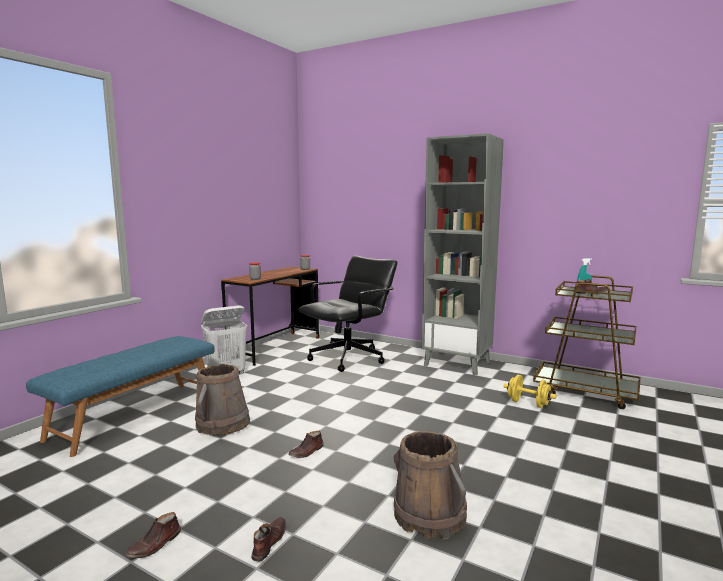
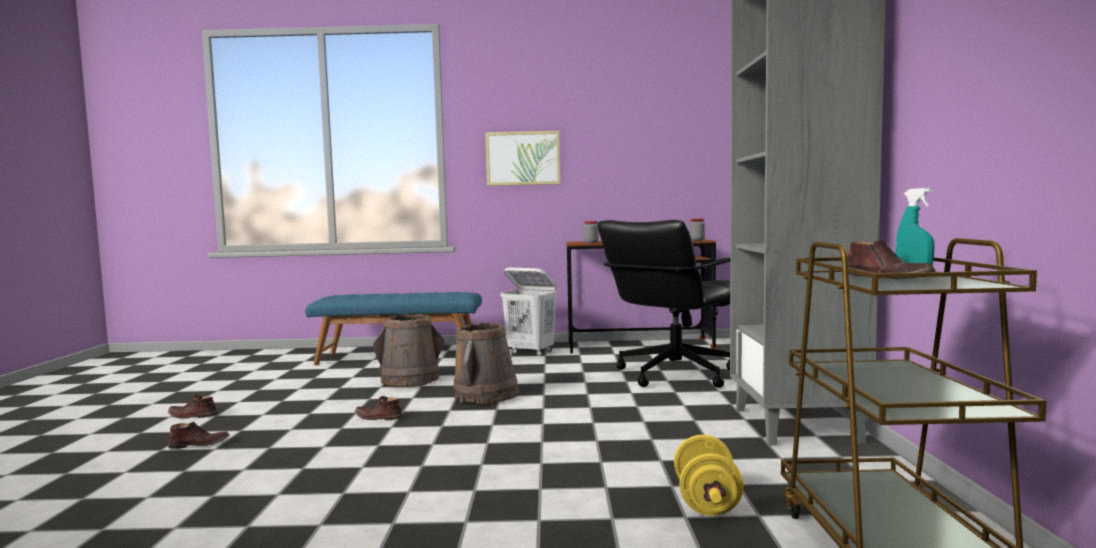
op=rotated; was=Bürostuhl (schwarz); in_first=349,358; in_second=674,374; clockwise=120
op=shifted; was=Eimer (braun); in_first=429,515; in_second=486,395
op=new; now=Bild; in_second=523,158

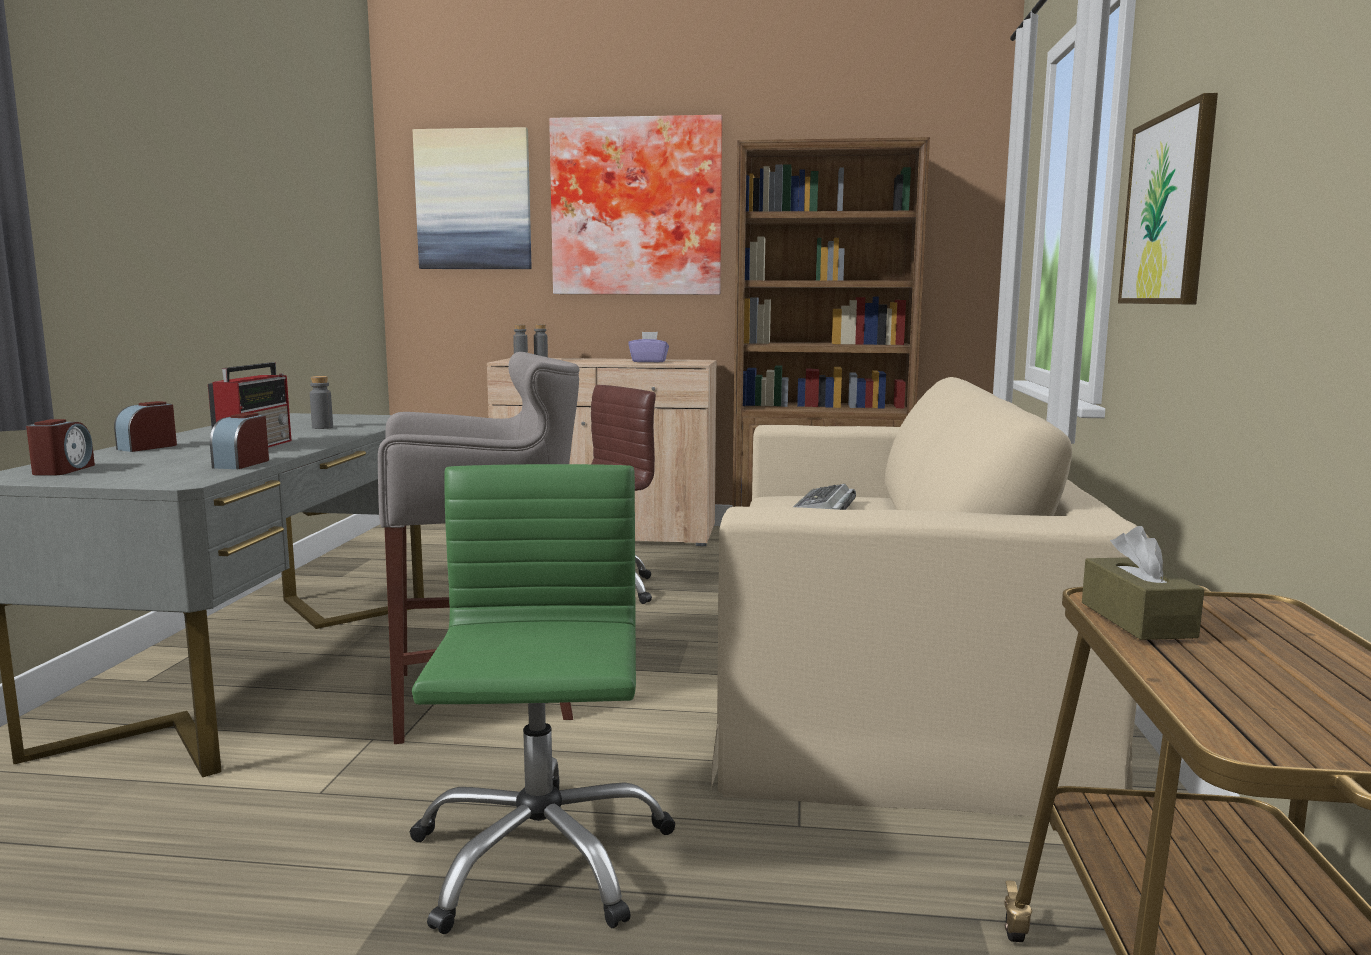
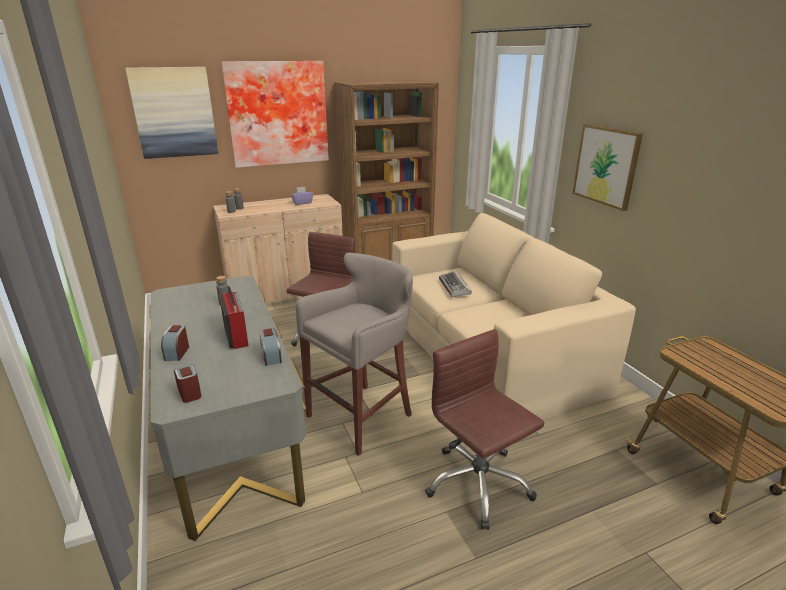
op=repainted; was=Bürostuhl (grün); now=Bürostuhl (braun); in_first=539,856; in_second=477,484
op=gone; was=Taschentuchbox (braun); in_first=1137,619

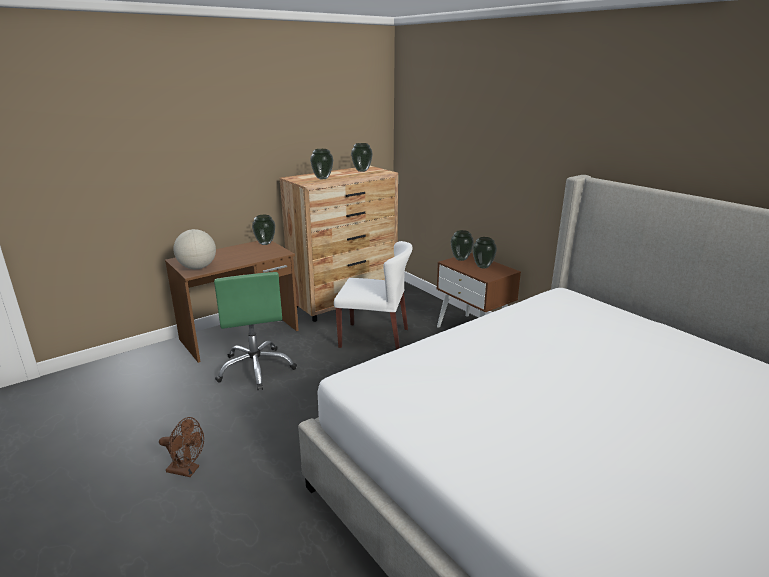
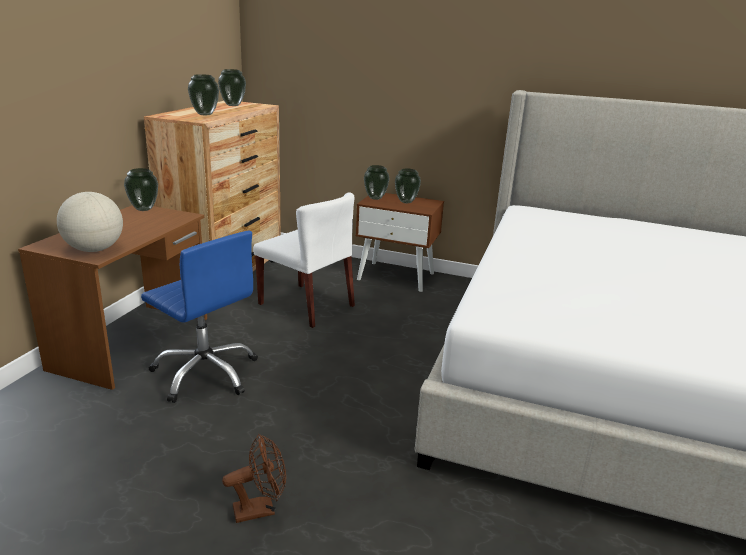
op=rotated; was=Stuhl (weiß); in_first=375,338; in_second=307,305; clockwise=60
op=repainted; was=Bürostuhl (grün); now=Bürostuhl (blau); in_first=256,368; in_second=206,373

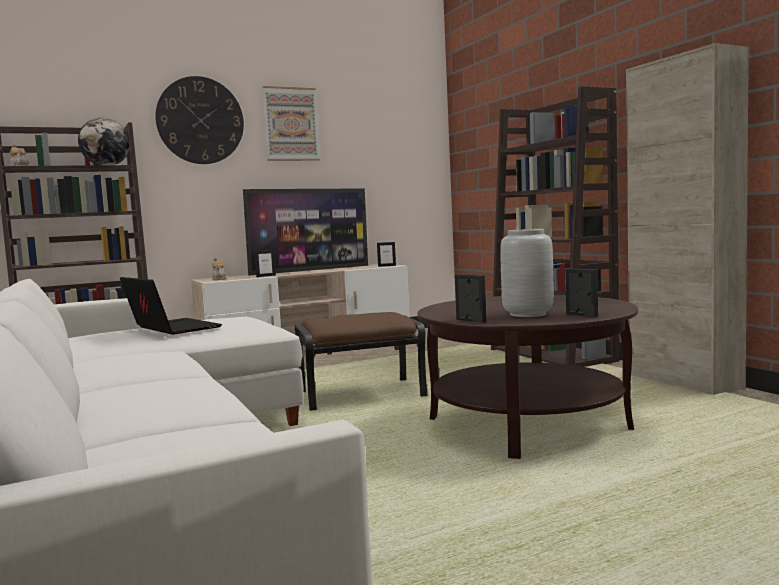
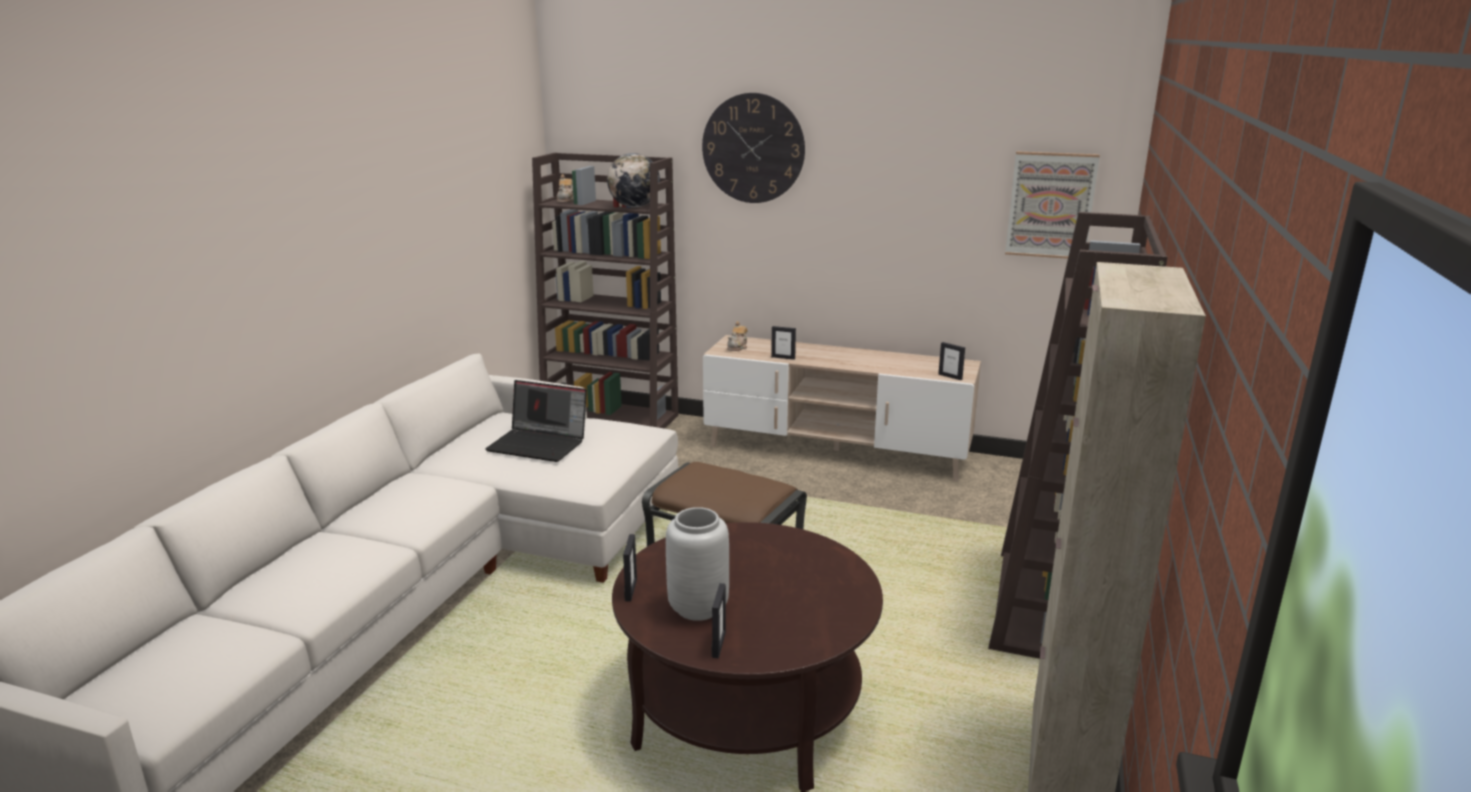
op=shifted; was=Bild; in_first=291,124; in_second=1050,205
op=gone; was=Fernseher; in_first=310,270
op=rotated; was=Laptop; in_first=171,328; in_second=540,444; clockwise=105

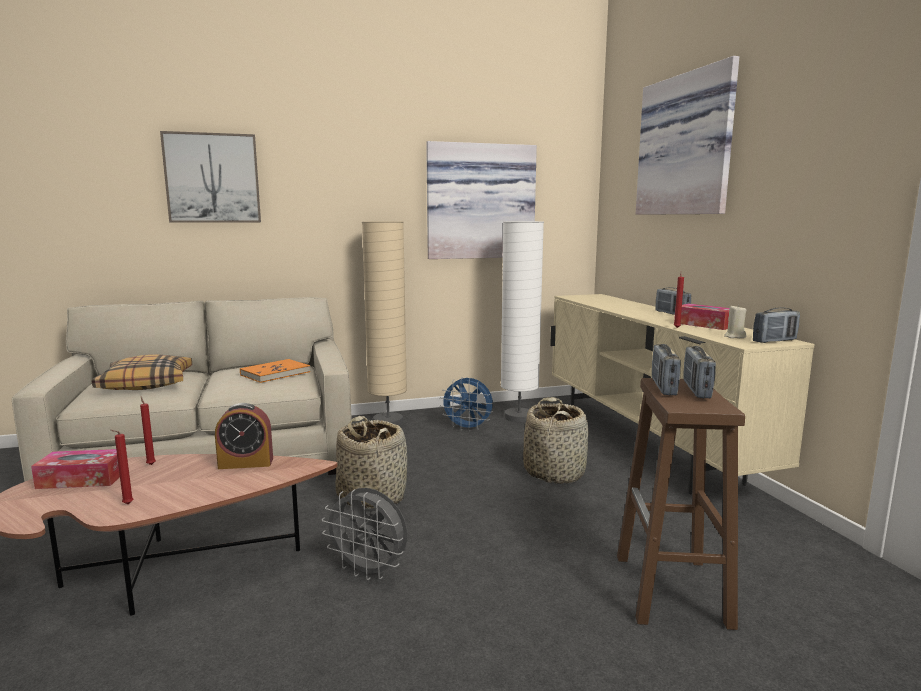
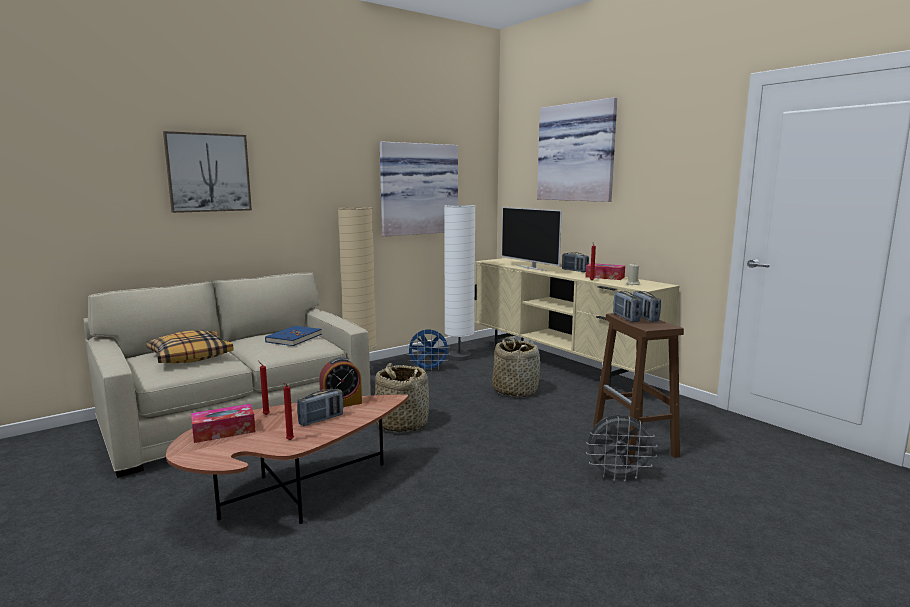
op=shifted; was=Radio; in_first=774,341; in_second=321,419
op=repainted; was=Buch (orange); now=Buch (blau); in_first=275,373; in_second=294,338
op=shifted; was=Ventilator (grau); in_first=369,571; in_second=618,476
op=new; now=Fernseher; in_second=531,268

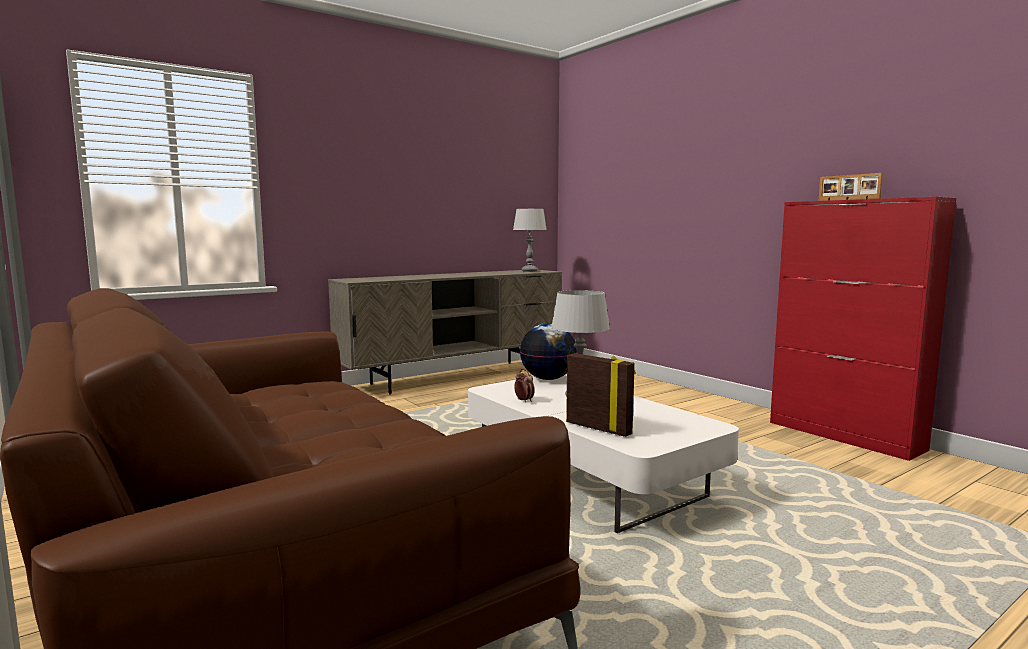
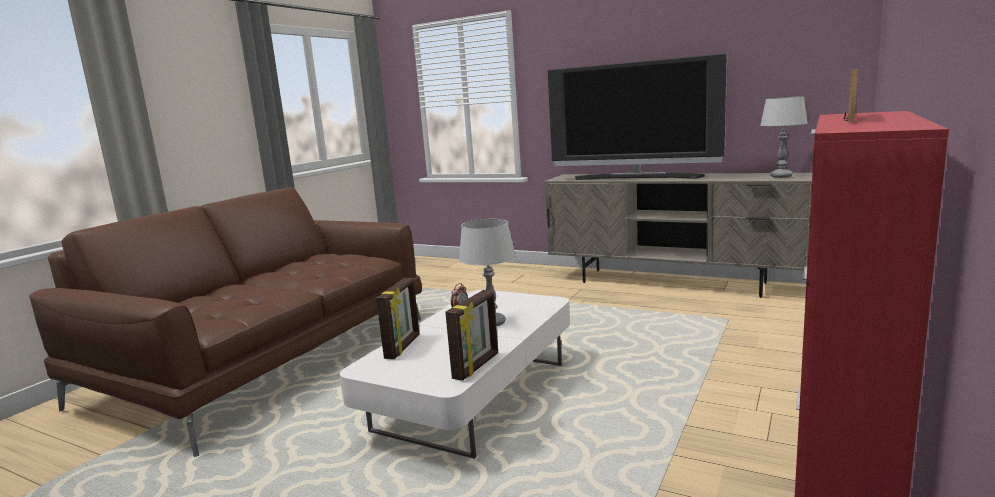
op=gone; was=Globus; in_first=548,379
op=new; now=Fernseher; in_second=636,177
op=new; now=Bilderrahmen; in_second=477,366

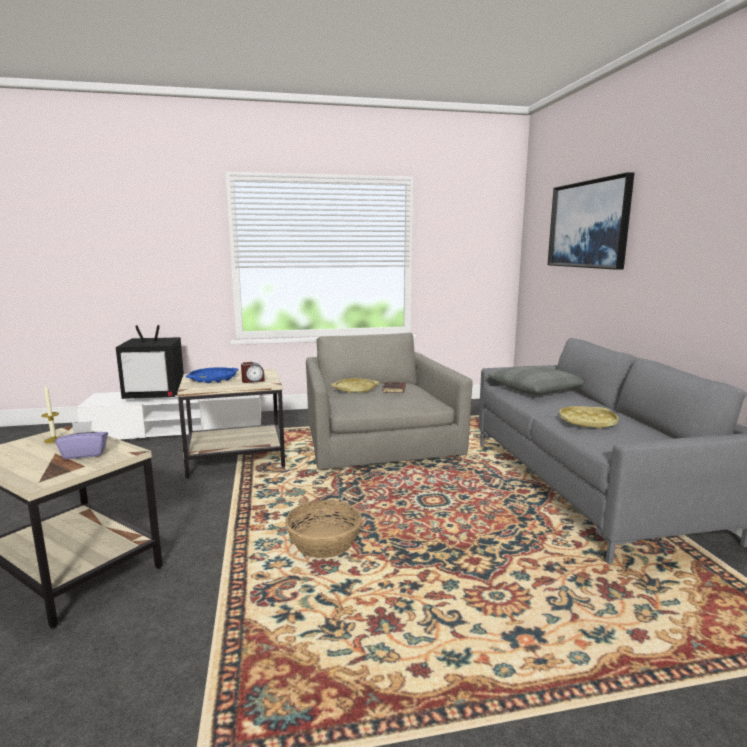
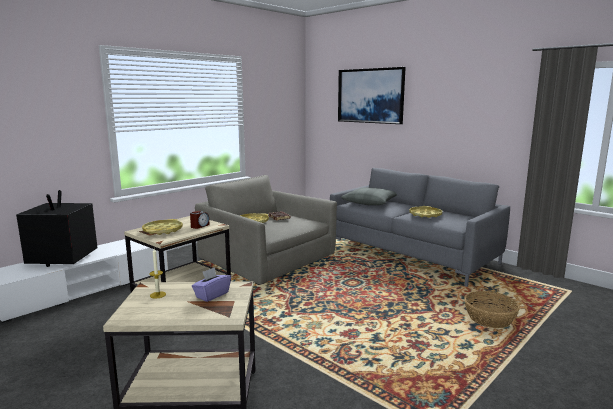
op=rotated; was=Fernseher; in_first=156,395; in_second=62,259; clockwise=135
op=repainted; was=Tablett (blau); now=Tablett (gelb); in_first=213,379; in_second=163,230
op=shifted; was=Korb; in_first=324,543; in_second=490,319

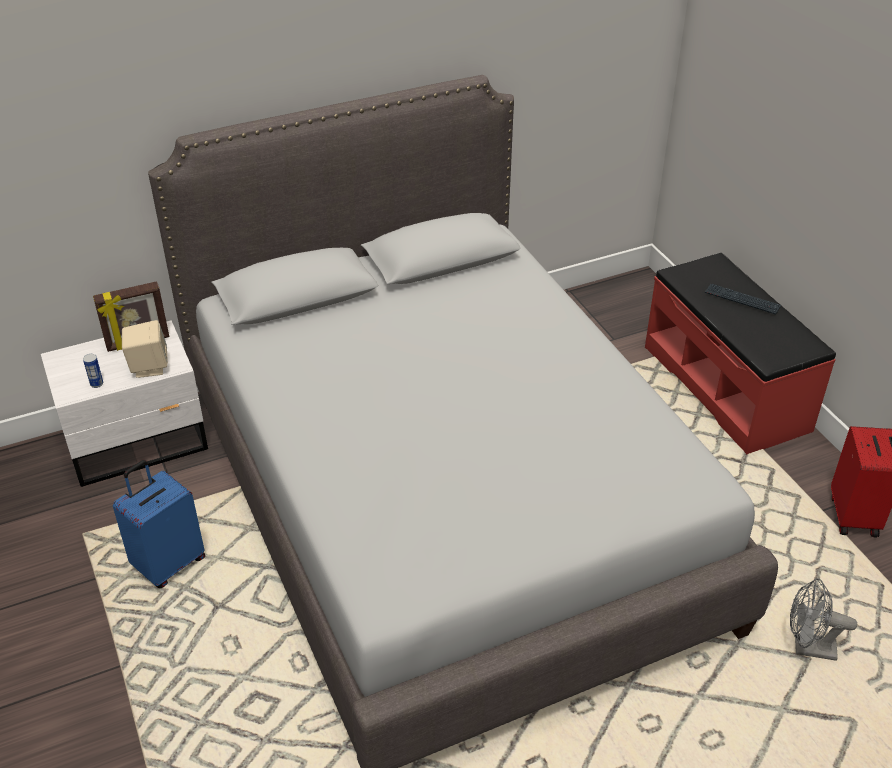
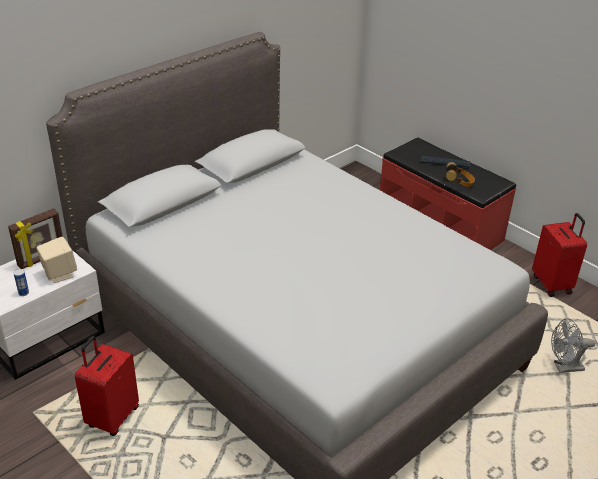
op=repainted; was=Koffer (blau); now=Koffer (rot); in_first=169,563; in_second=112,417
op=new; now=Kopfhörer; in_second=459,183

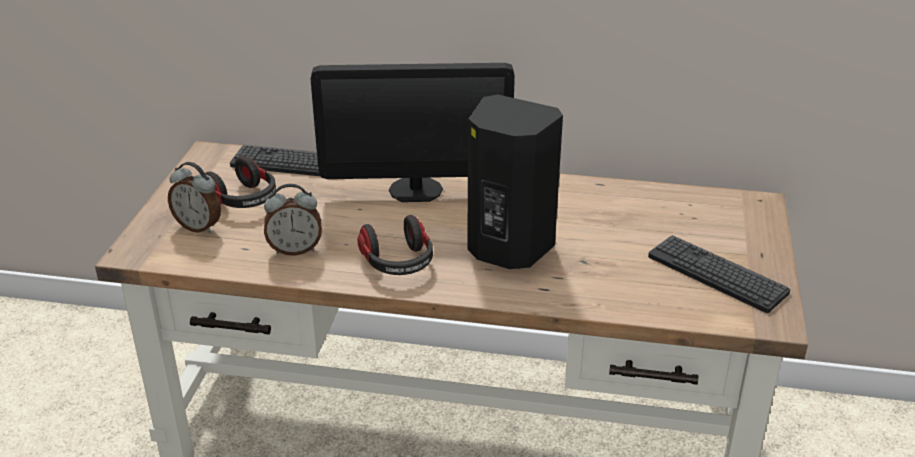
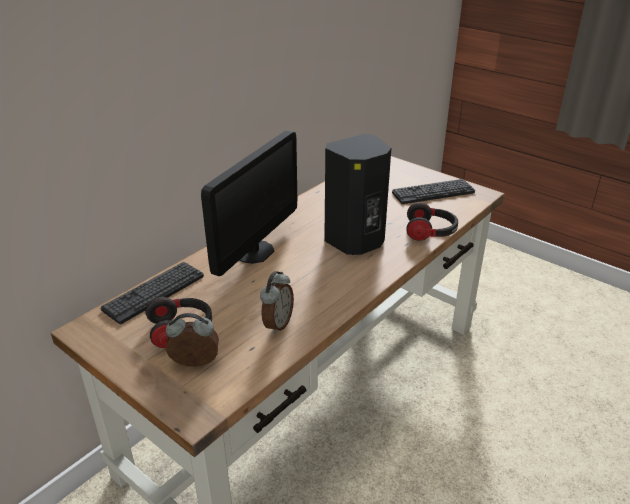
op=rotated; was=Wecker; in_first=199,226; in_second=195,364; clockwise=-150
op=shifted; was=Kopfhörer; in_first=398,263; in_second=430,232

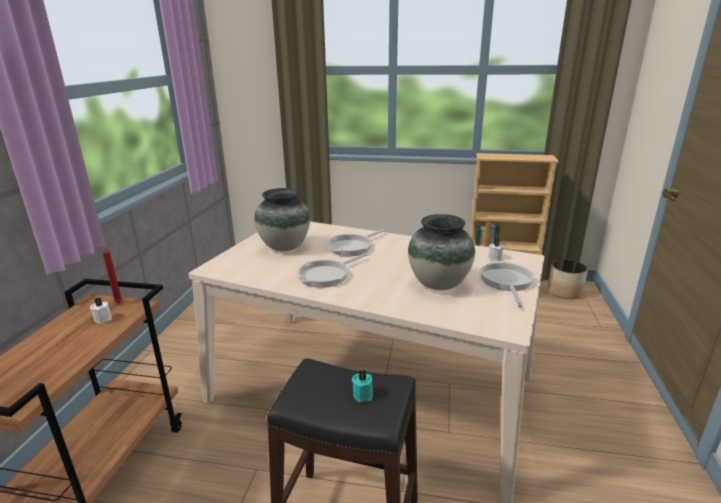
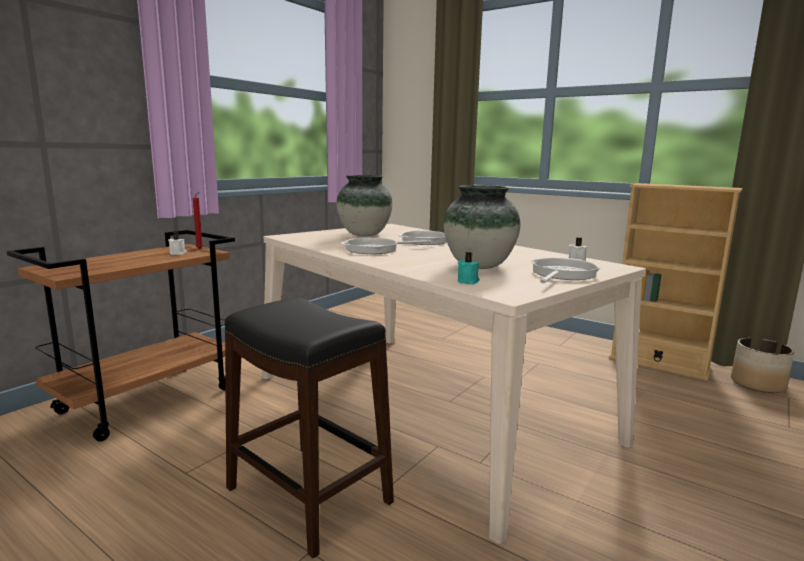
op=shifted; was=Kerze (türkis); in_first=363,394; in_second=468,281

